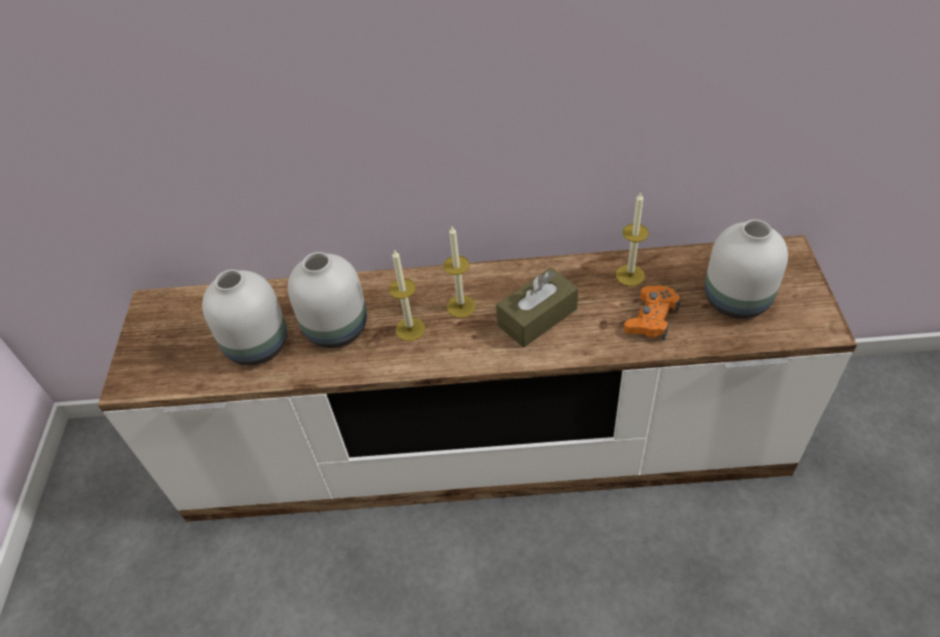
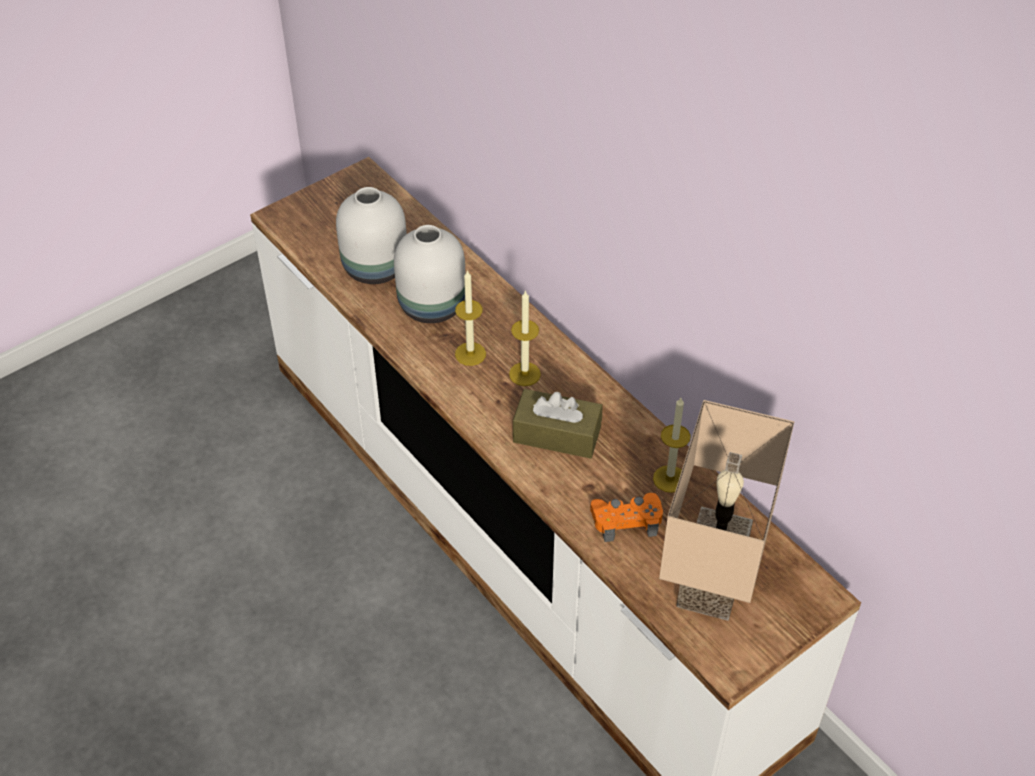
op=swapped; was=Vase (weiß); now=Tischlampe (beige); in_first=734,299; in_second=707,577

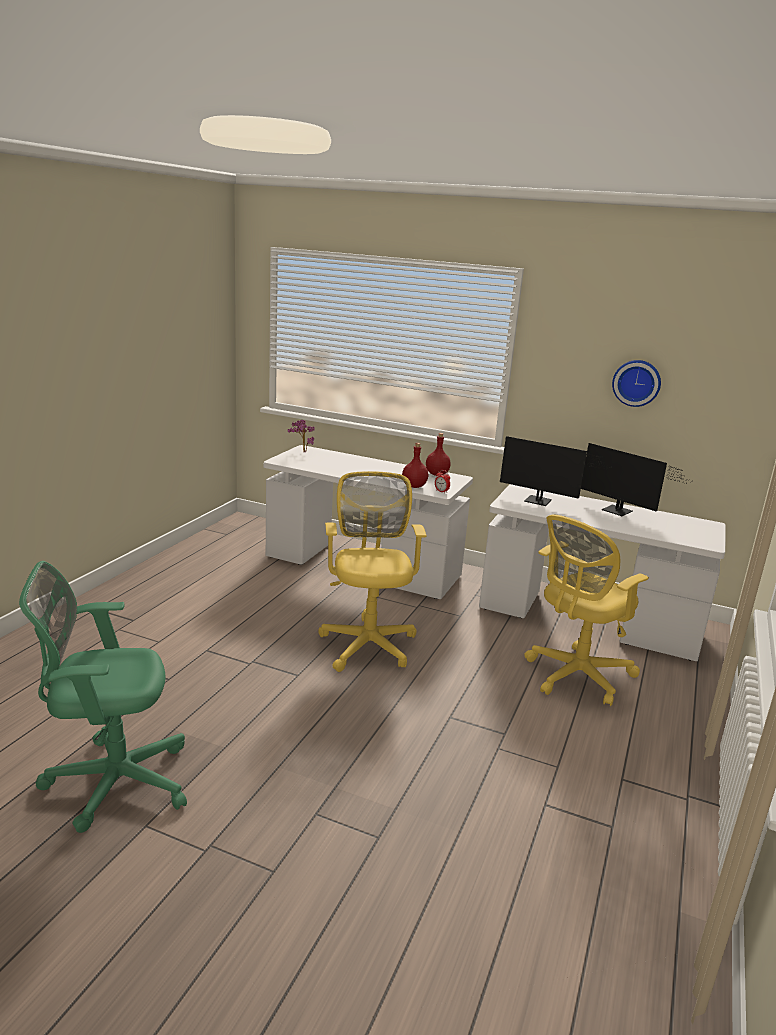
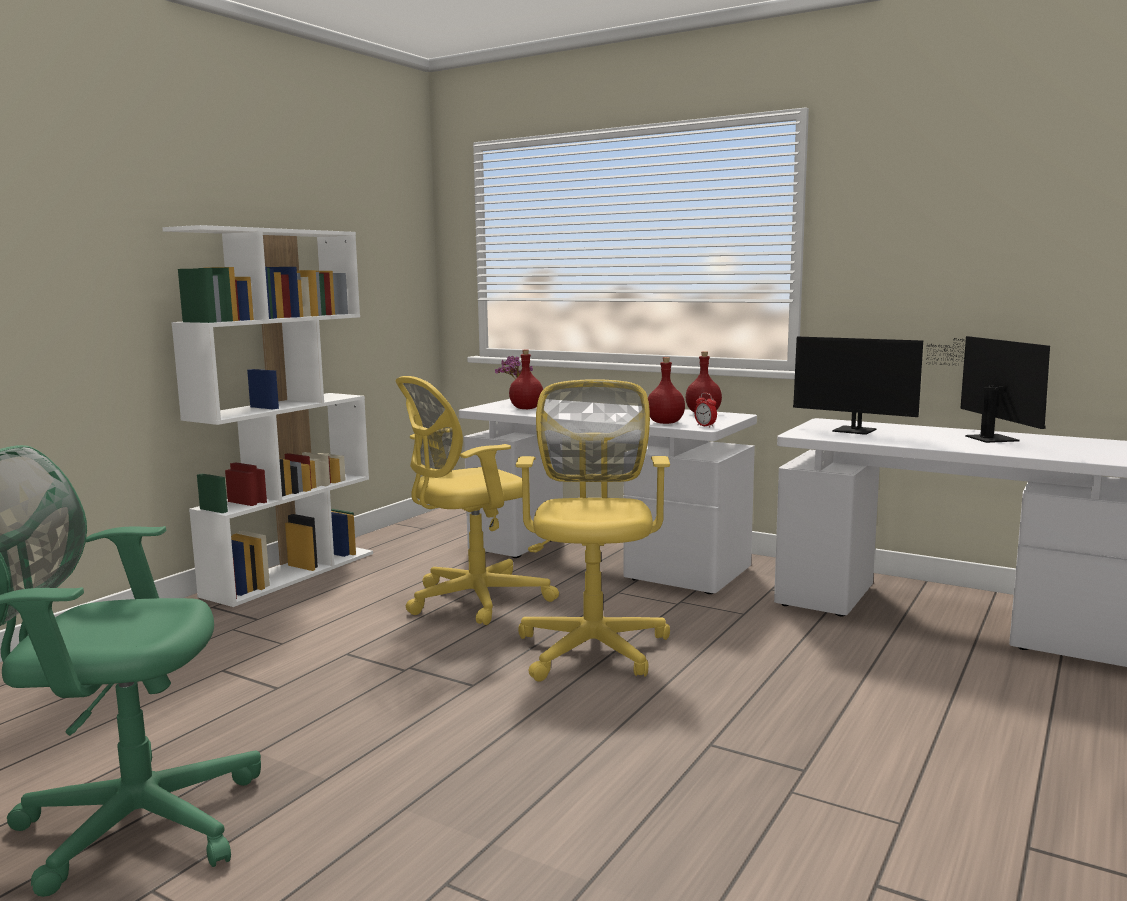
op=gone; was=Wanduhr; in_first=636,382
op=rotated; was=Monitor; in_first=620,512; in_second=989,437; clockwise=-150
op=shifted; was=Bürostuhl (gelb); in_first=575,677; in_second=471,600
op=new; now=Bücherregal (weiß); in_second=291,573
op=new; now=Flasche (rot); in_second=527,408

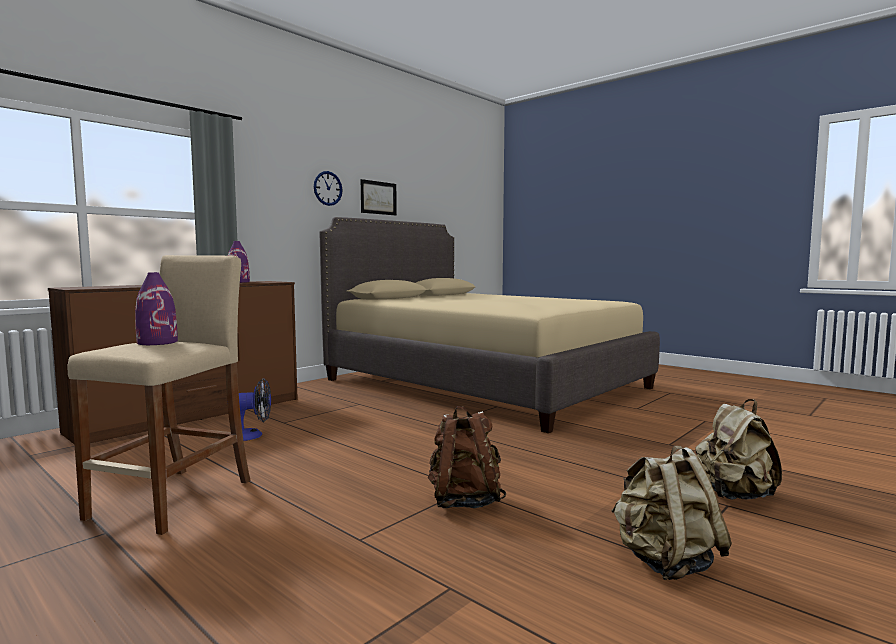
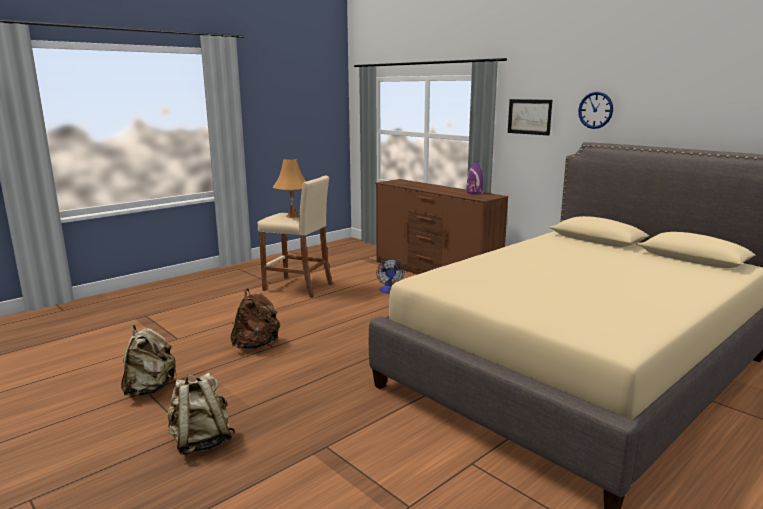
op=shifted; was=Bild; in_first=378,198; in_second=529,116
op=swapped; was=Vase (lila); now=Tischlampe (orange); in_first=157,342; in_second=292,216

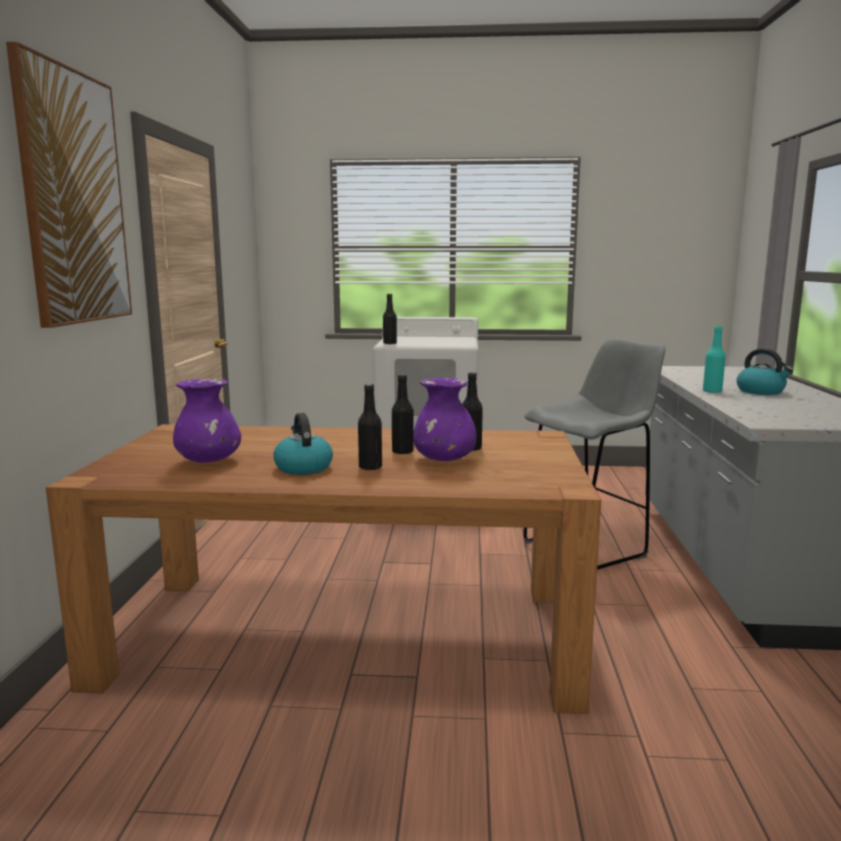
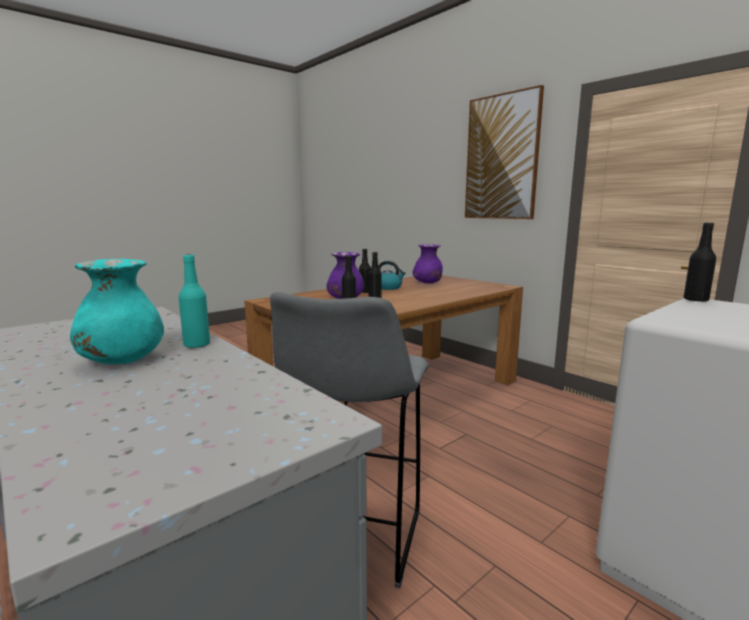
op=swapped; was=Wasserkessel; now=Vase (türkis); in_first=761,391; in_second=122,361

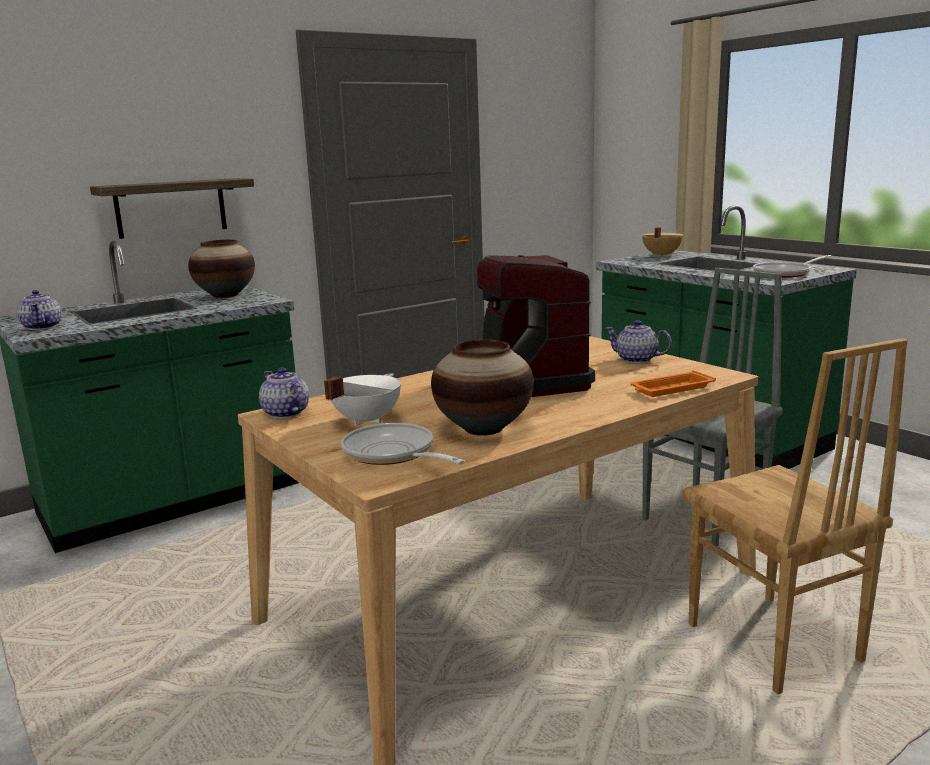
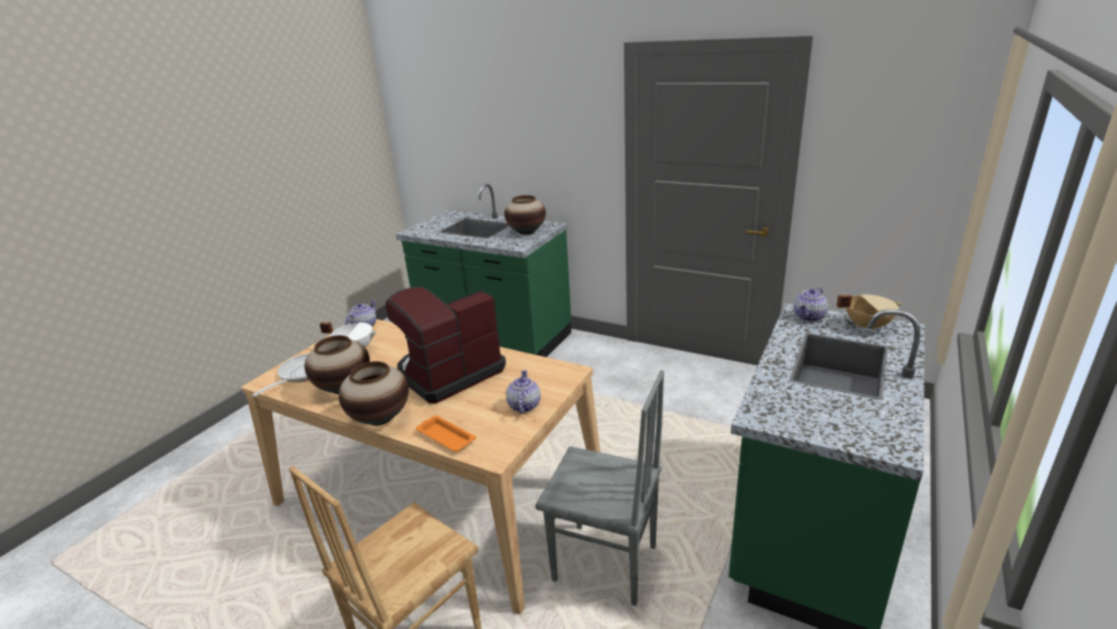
op=gone; was=Wandregal; in_first=171,208
op=gone; was=Pfanne; in_first=785,274
op=shifted; was=Teekanne; in_first=43,327; in_second=809,316
op=new; now=Vase; in_second=380,418

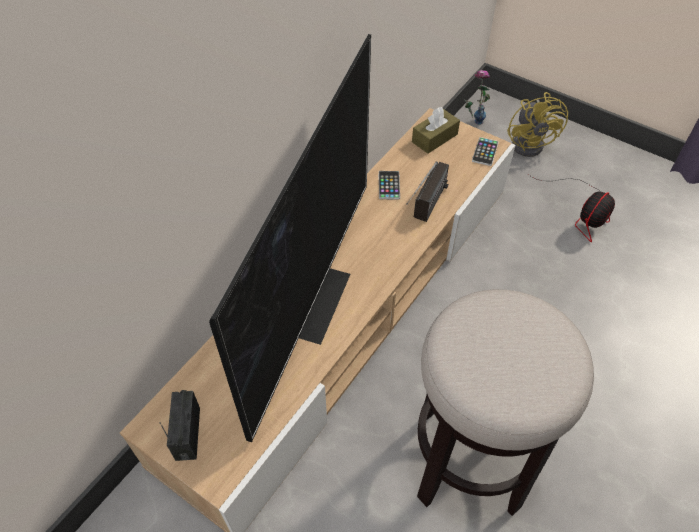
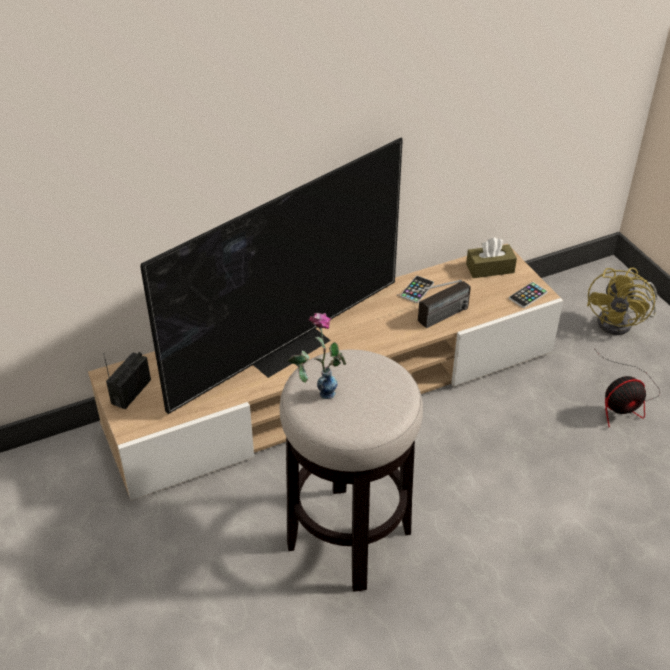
op=shifted; was=Vase; in_first=472,122; in_second=317,391

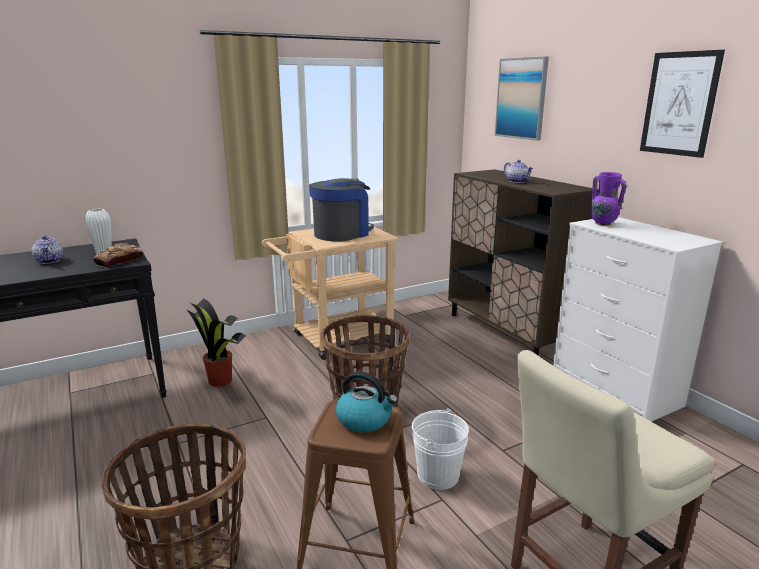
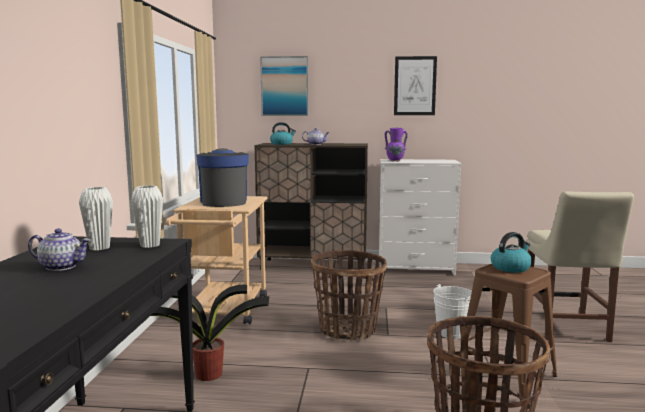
op=swapped; was=Brot; now=Vase (weiß); in_first=119,261; in_second=150,245
op=new; now=Wasserkessel; in_second=282,144

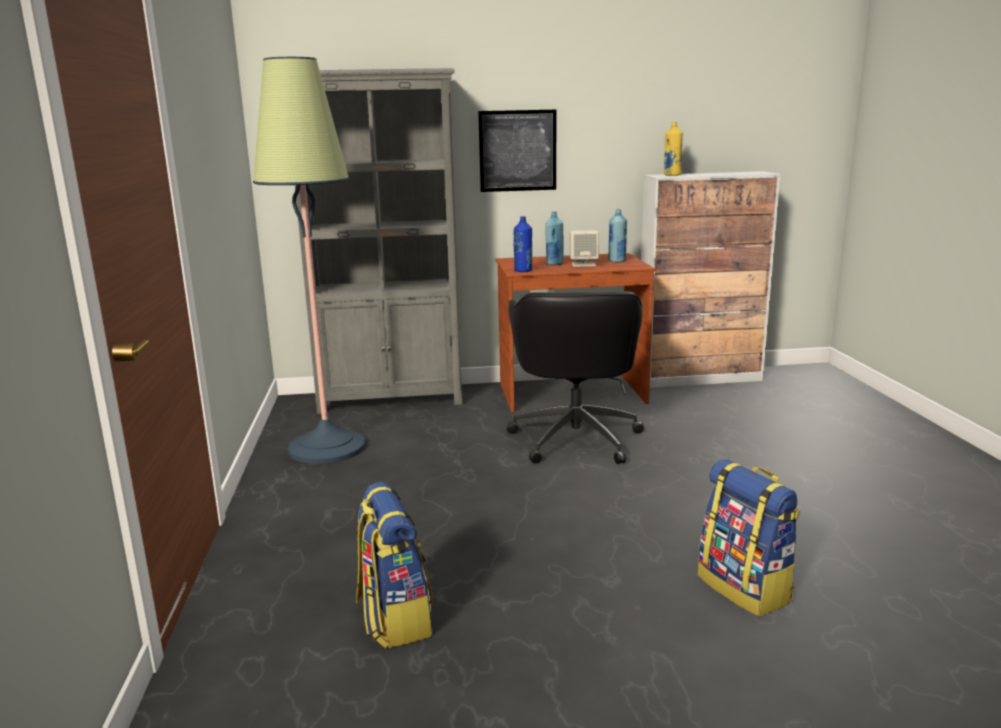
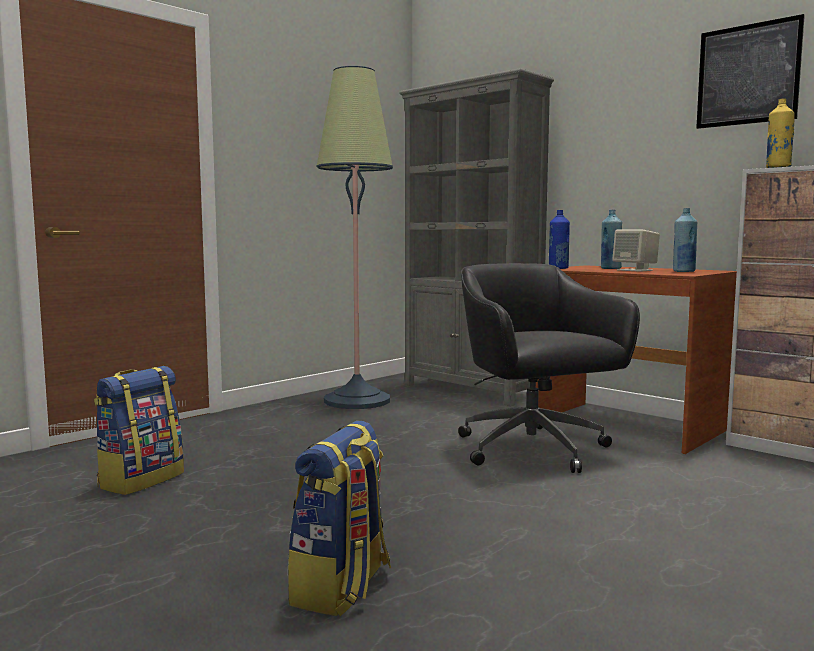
op=shifted; was=Bild; in_first=517,151; in_second=748,74
op=rotated; was=Bürostuhl (schwarz); in_first=575,437; in_second=534,450; clockwise=105

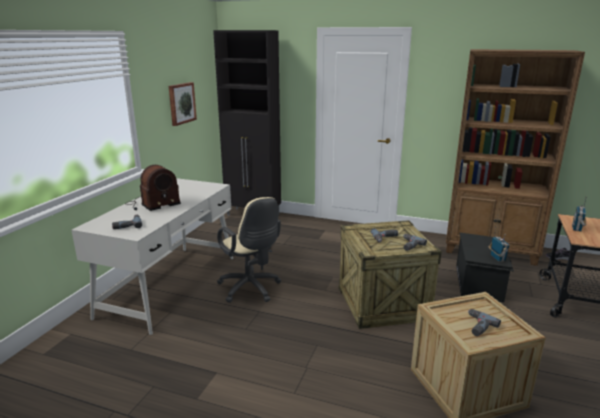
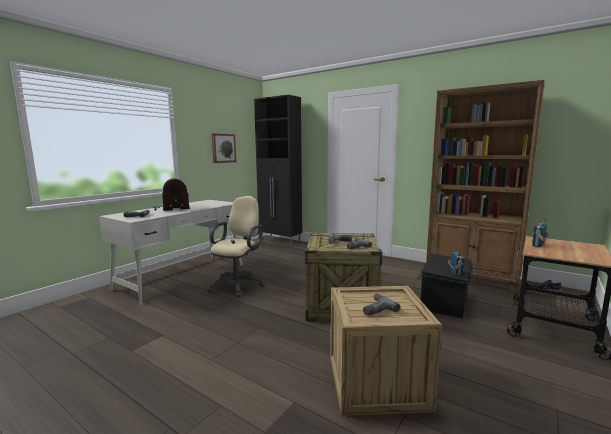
op=rotated; was=Bürostuhl (beige); in_first=251,289; in_second=239,285; clockwise=-135

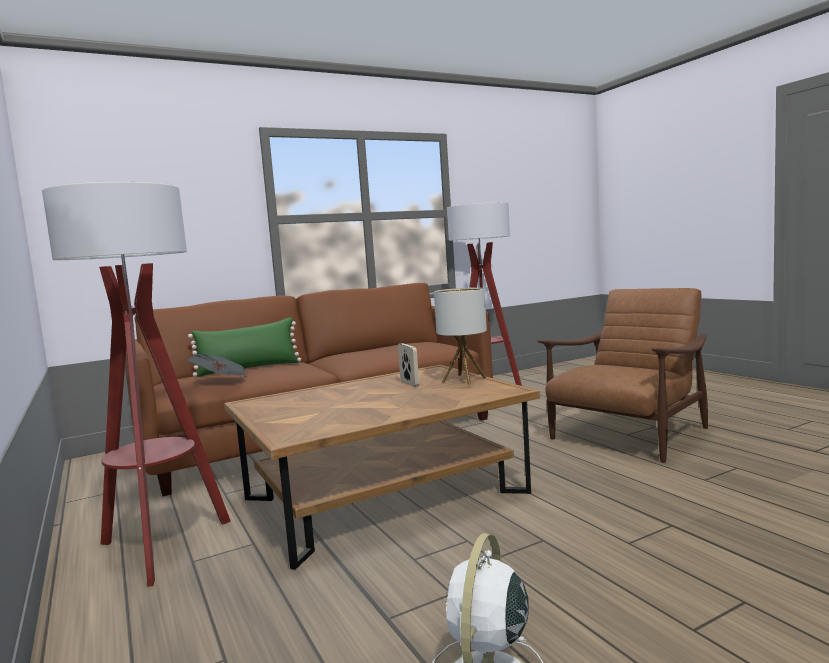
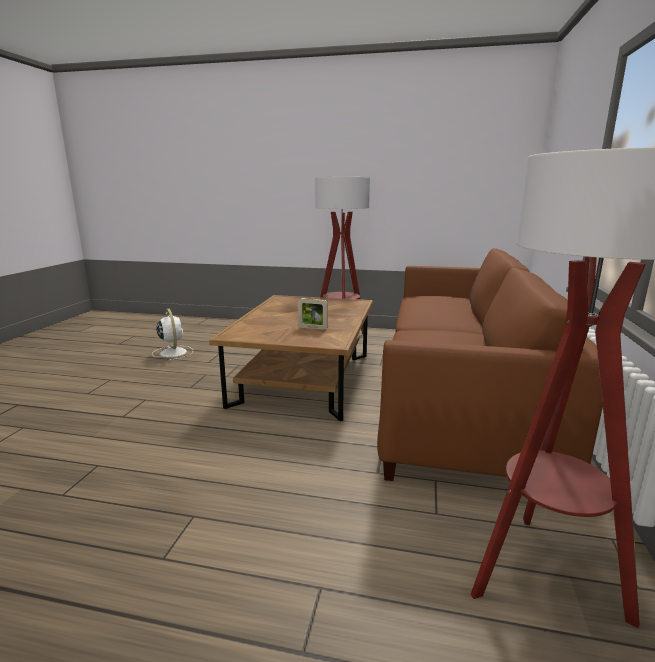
op=gone; was=Tischlampe; in_first=464,379
op=gone; was=Sessel (braun); in_first=628,435
op=gone; was=Kissen (grün); in_first=249,368
op=gone; was=Zeitung; in_first=222,381

